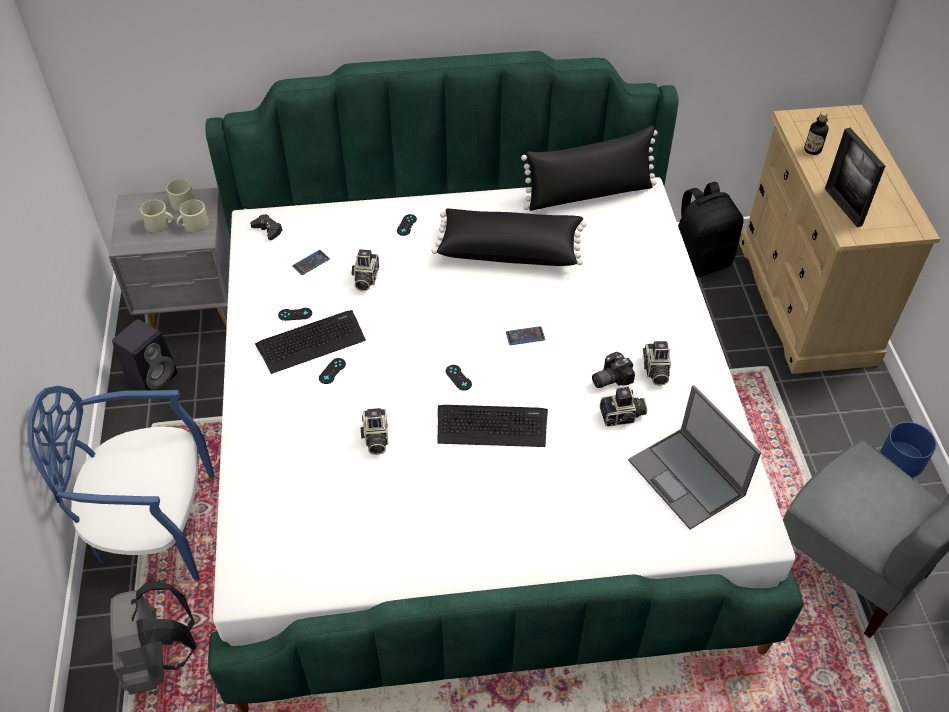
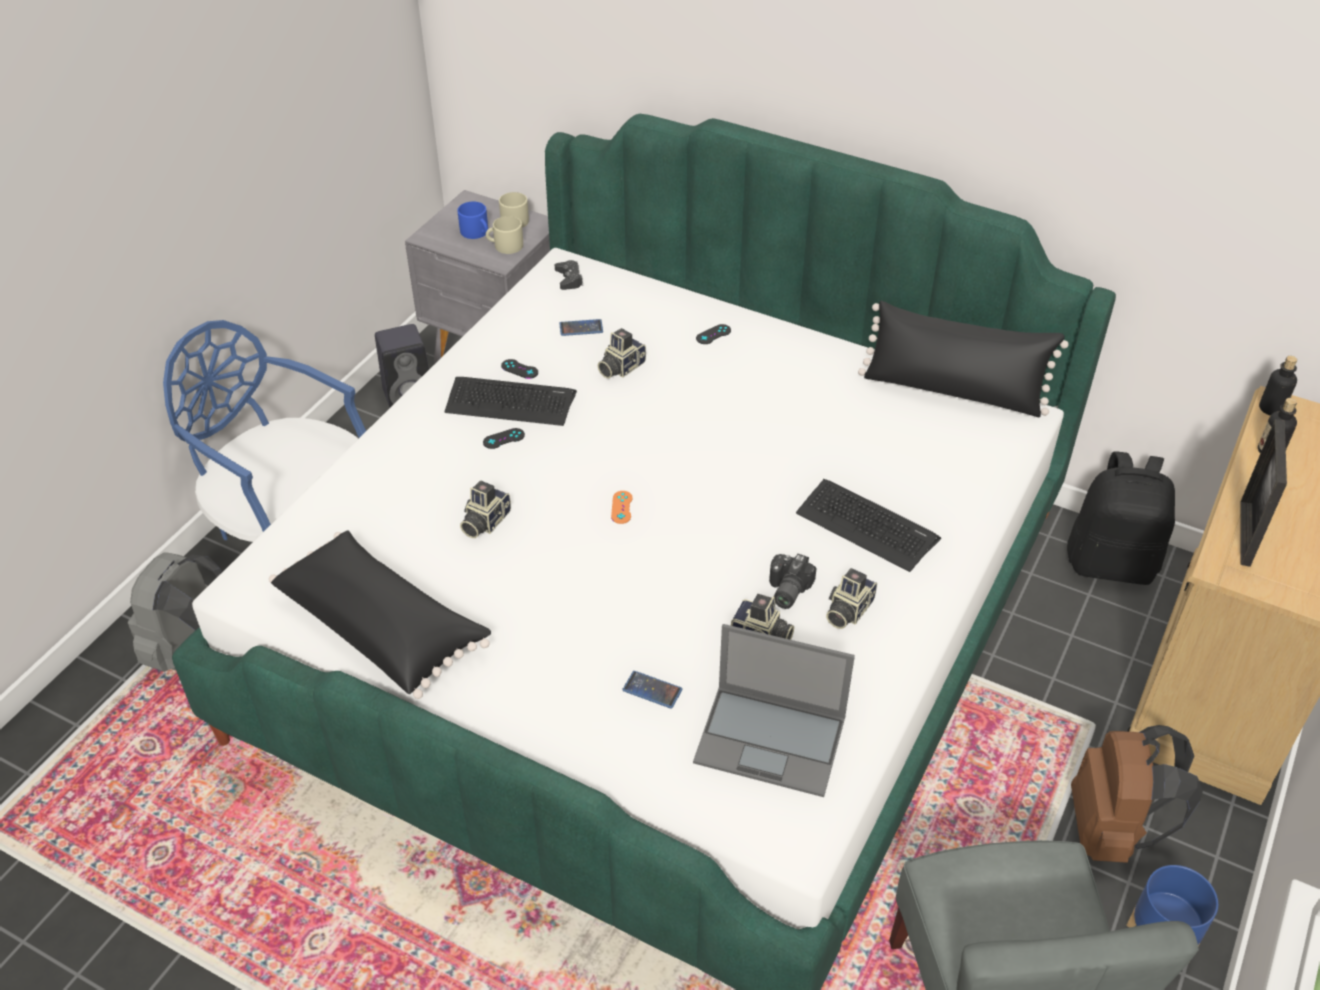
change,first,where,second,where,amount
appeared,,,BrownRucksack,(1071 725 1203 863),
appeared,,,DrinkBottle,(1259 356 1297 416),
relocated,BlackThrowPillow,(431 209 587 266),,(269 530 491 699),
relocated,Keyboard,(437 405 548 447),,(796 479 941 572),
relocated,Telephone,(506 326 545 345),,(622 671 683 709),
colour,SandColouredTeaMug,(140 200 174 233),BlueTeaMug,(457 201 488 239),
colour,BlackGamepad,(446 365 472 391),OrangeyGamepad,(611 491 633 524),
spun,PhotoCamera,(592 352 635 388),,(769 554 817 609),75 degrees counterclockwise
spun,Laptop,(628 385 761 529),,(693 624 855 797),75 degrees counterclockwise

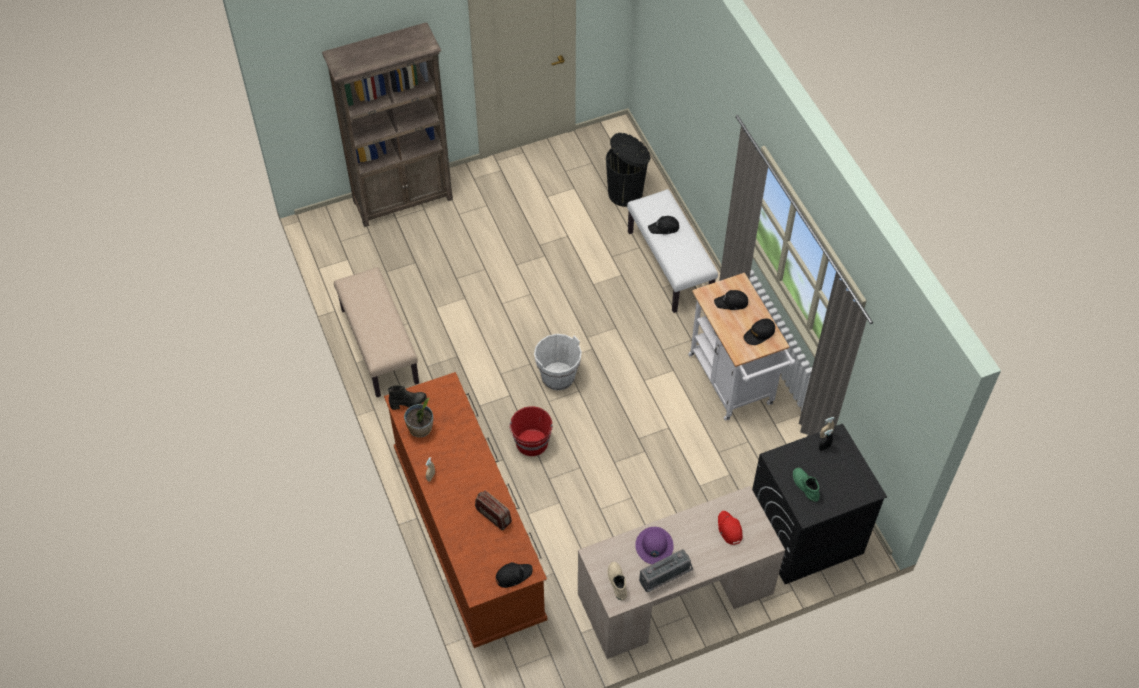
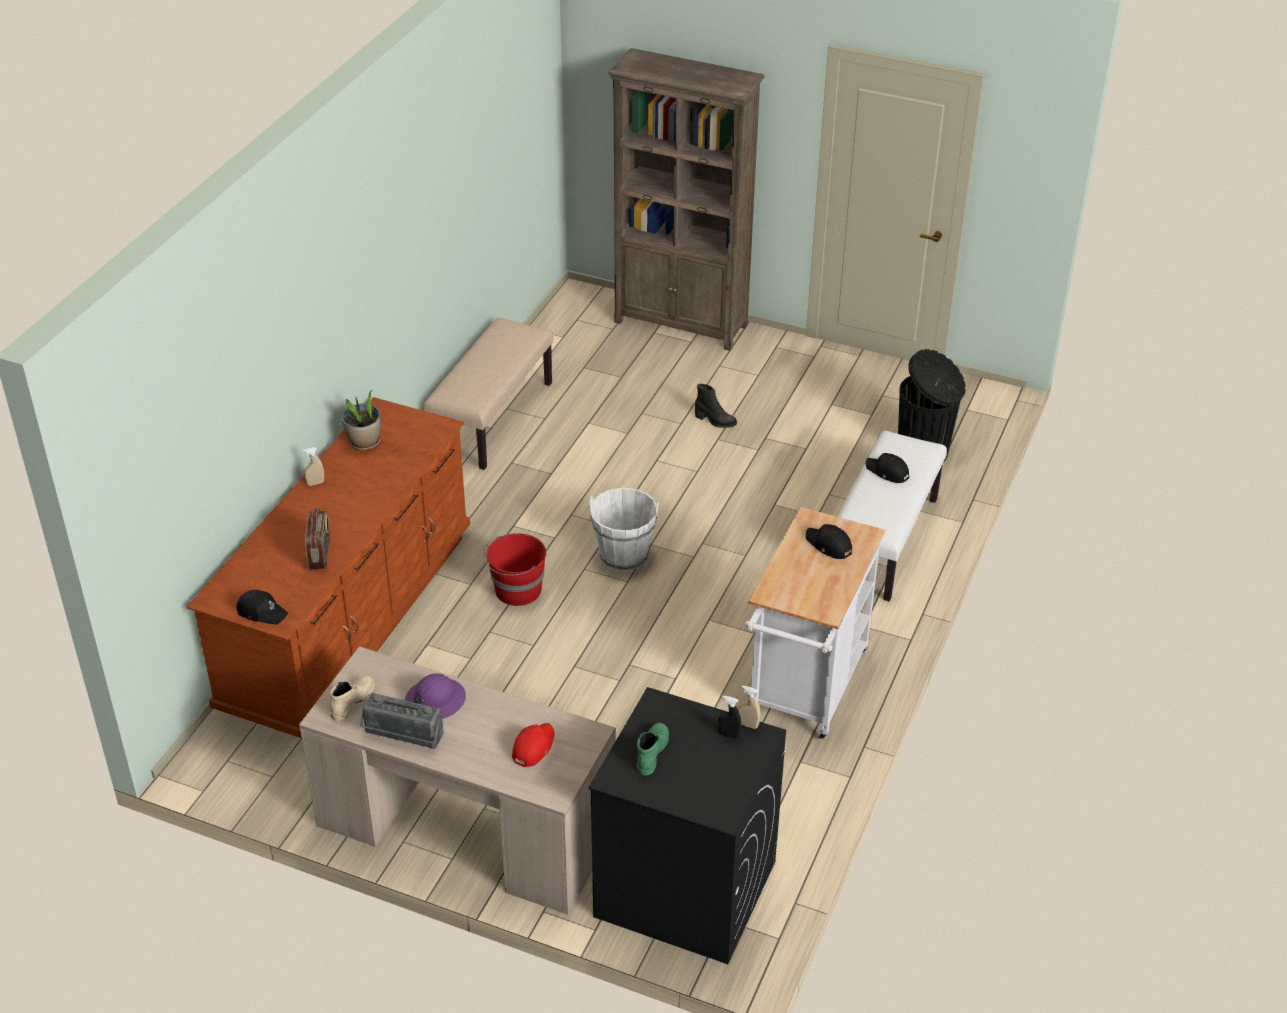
change,first,where,second,where,amount
missing,BlackCap,(743 318 775 345),,,
relocated,BlackTallBoot,(388 385 427 410),,(695 384 737 428),

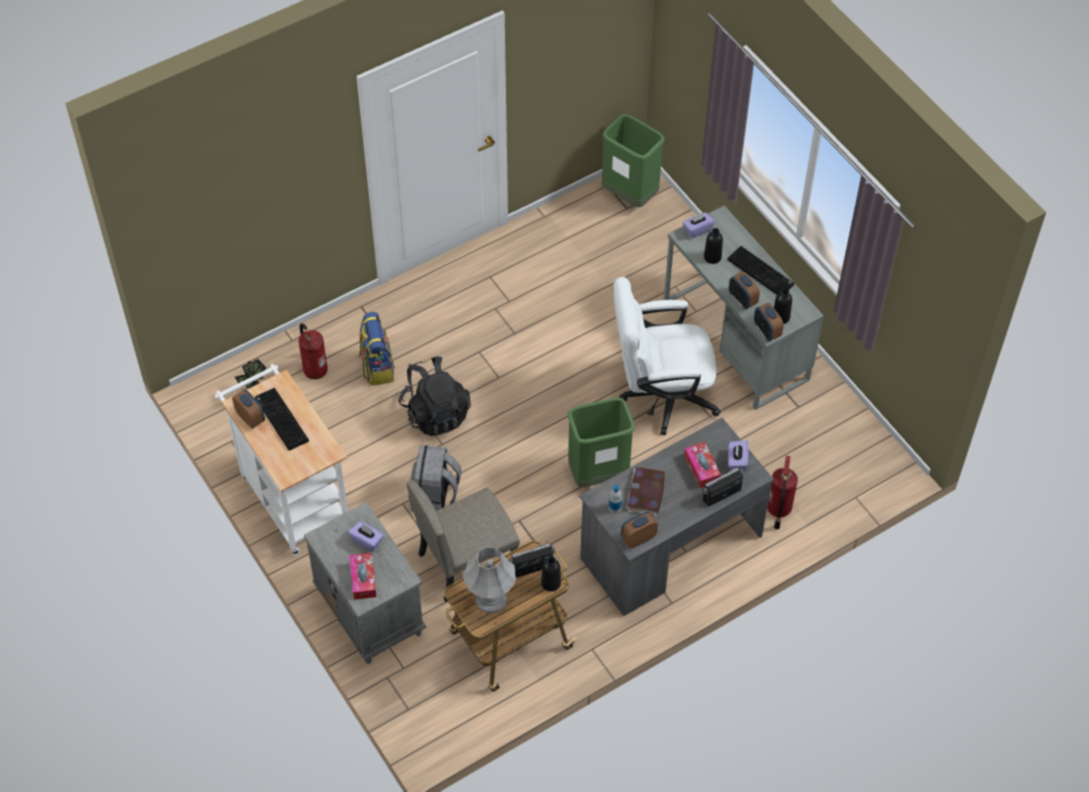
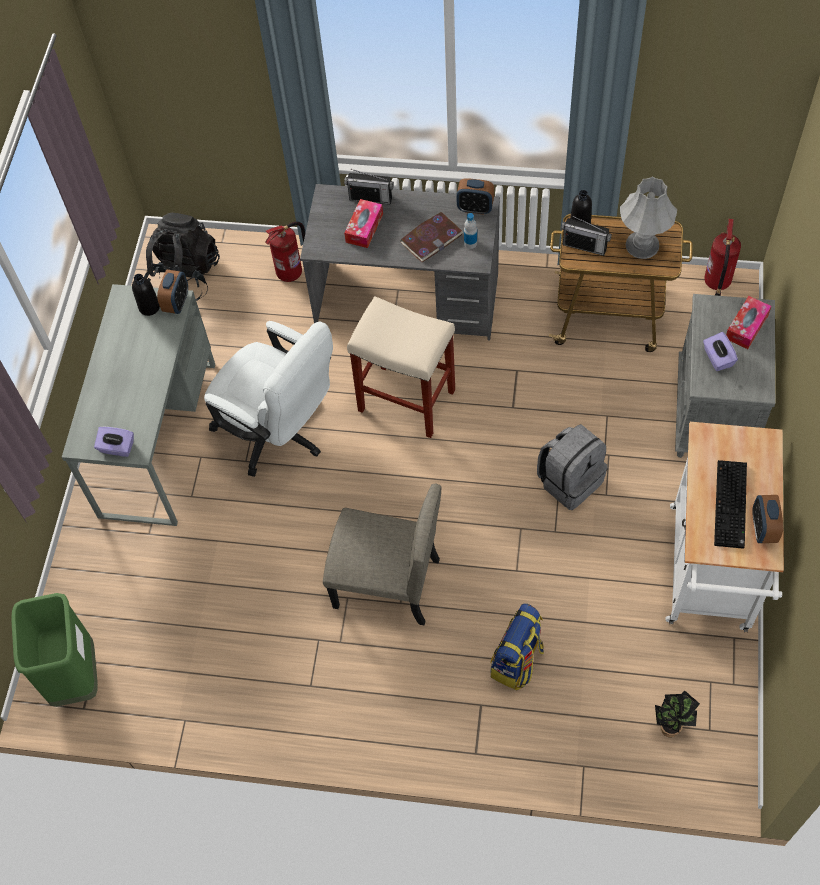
change,first,where,second,where,amount
missing,BlackDrinkBottle,(704 228 723 264),,,
missing,Keyboard,(727 246 794 295),,,
missing,PurpleColouredBoxOfTissues,(728 440 749 471),,,
missing,TableClock,(729 271 760 309),,,
relocated,FireFightingCylinder,(299 323 328 379),,(704 219 741 296),
relocated,BlackRucksack,(398 357 471 436),,(144 213 220 301),
relocated,SandColouredPlainChair,(407 480 520 602),,(323 484 441 625),
exchanged,GreenColouredWasteBin,(567 398 635 487),SandColouredSittingStool,(347 296 455 438),

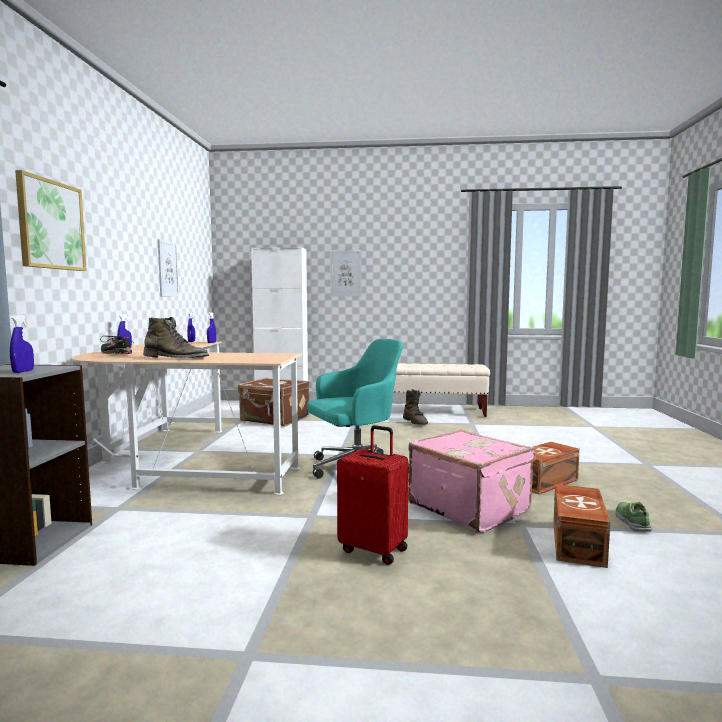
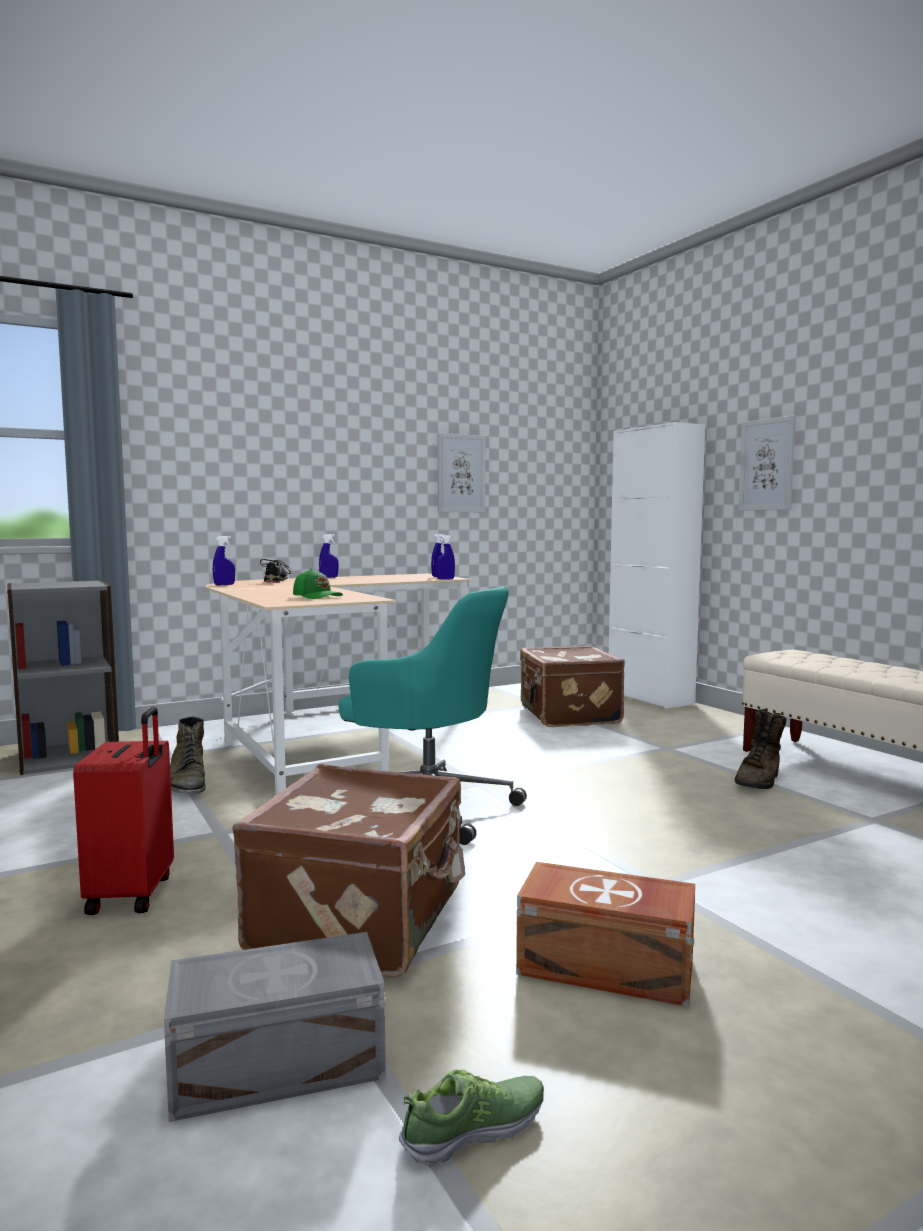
change,first,where,second,where,amount
missing,WallPicture,(15 170 87 271),,,
appeared,,,GreenColouredCap,(293 568 343 599),
relocated,BlueHandSprayer,(10 315 34 373),,(213 536 235 585),
relocated,GreenColouredTallBoot,(143 317 209 358),,(170 717 206 794),
colour,PinkSuitcase,(408 430 535 533),BrownSuitcase,(232 764 465 978),
colour,BrownStorageBox,(553 484 610 568),GreyStorageBox,(164 932 386 1122),

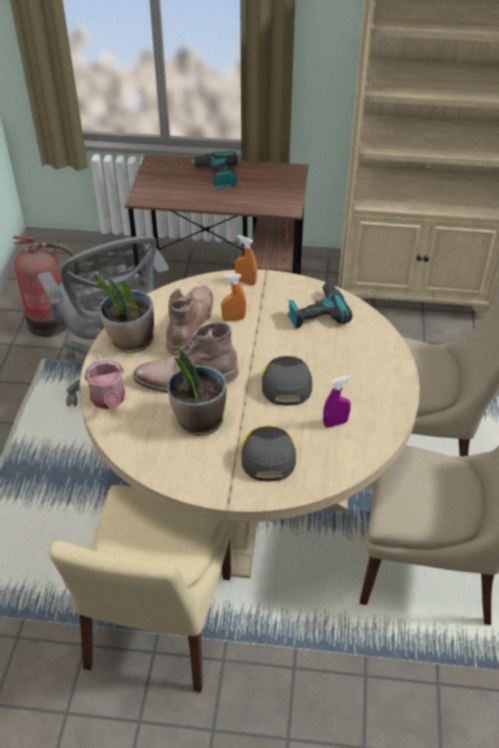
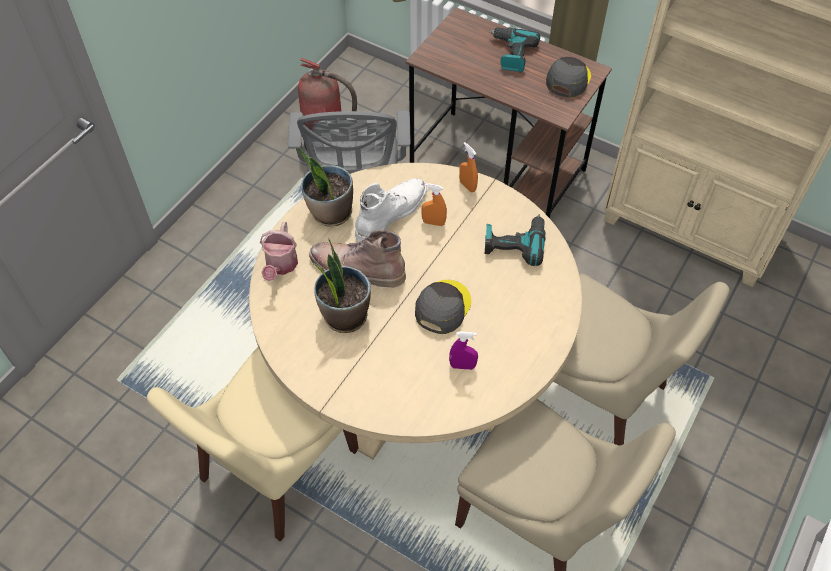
change,first,where,second,where,amount
relocated,GreyCap,(242 426 296 481),,(546 57 591 98),
colour,BrownTallBoot,(166 286 213 355),WhitishTallBoot,(355 178 427 242),

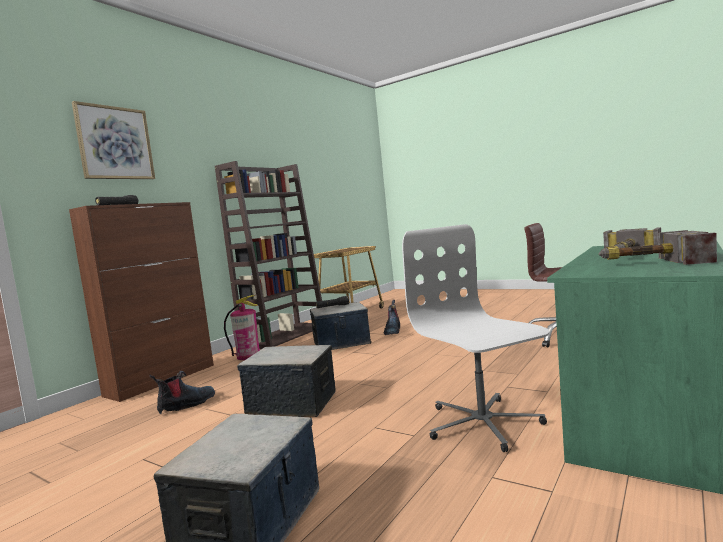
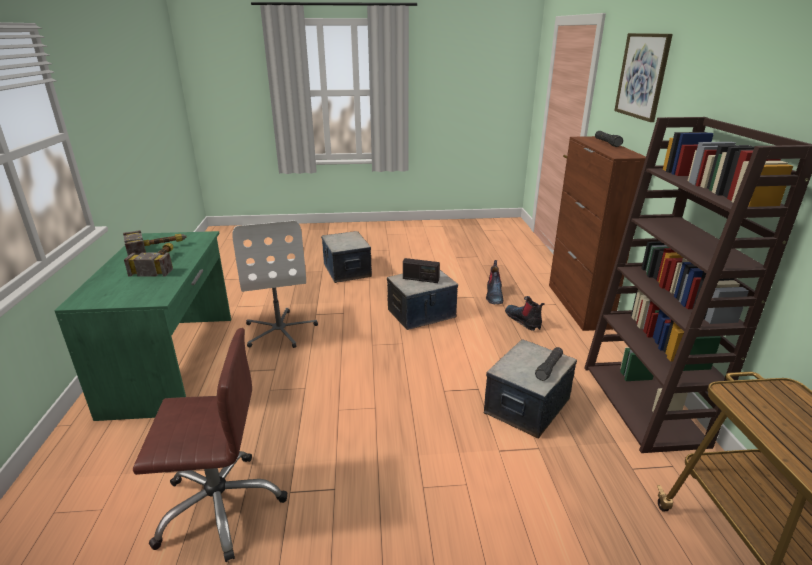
change,first,where,second,where,amount
missing,FireFightingCylinder,(224 295 260 360),,,
appeared,,,RadioReceiver,(403 258 440 283),
relocated,TallBoot,(384 300 400 335),,(505 296 545 331),
spun,WhitishDeskChair,(402 224 549 452),,(232 220 318 348),45 degrees clockwise

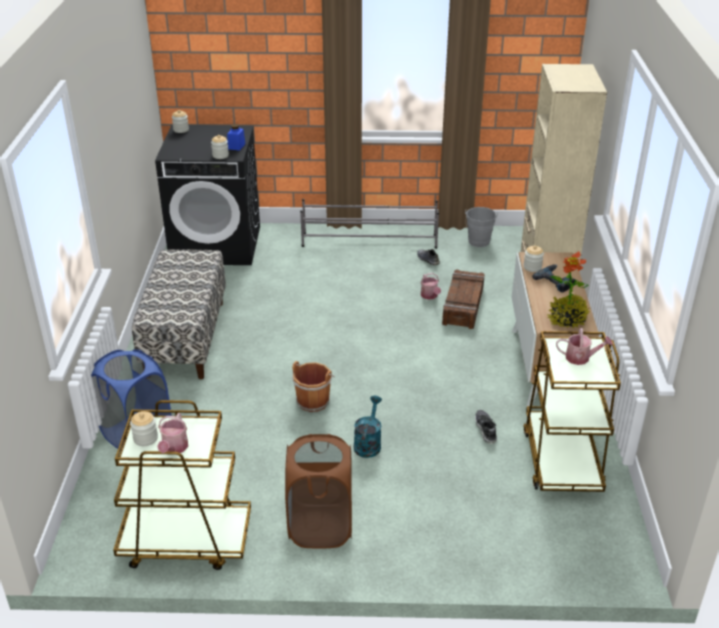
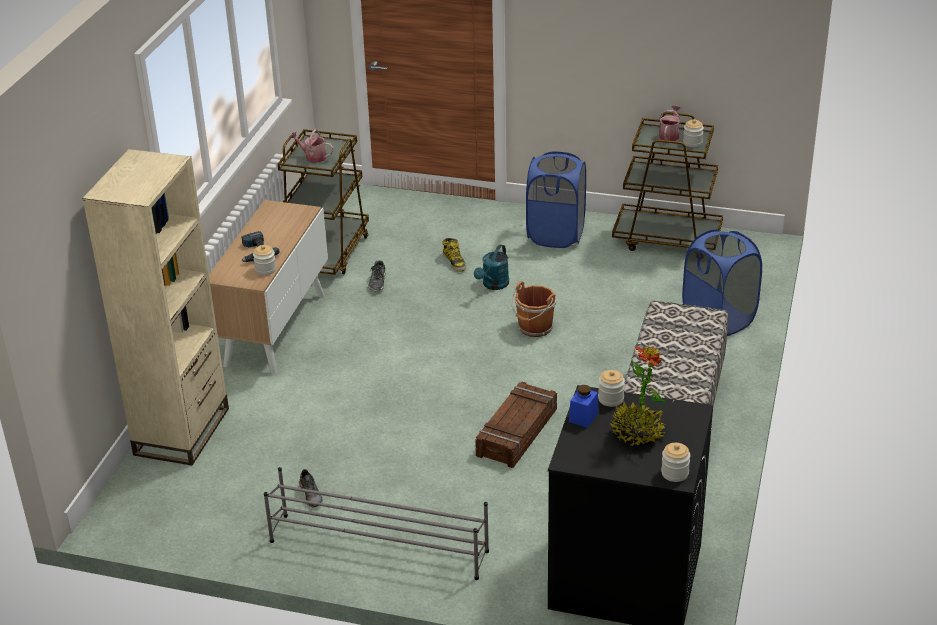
change,first,where,second,where,amount
missing,SprinklingCan,(421 273 441 300),,,
missing,GreyPail,(465 207 498 247),,,
appeared,,,TallBoot,(442 238 466 272),
relocated,PackingCrate,(442 269 485 329),,(475 382 557 468),
relocated,PlantInAPot,(547 251 589 328),,(610 346 666 446),
colour,BrownHamper,(285 434 352 549),BlueHamper,(526 151 586 248),

